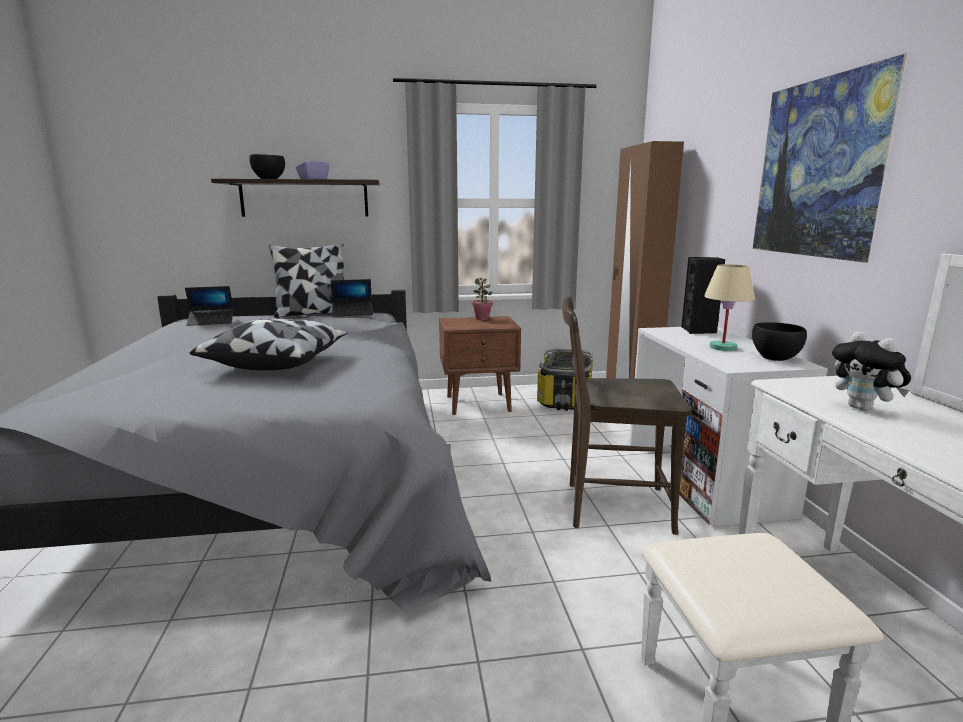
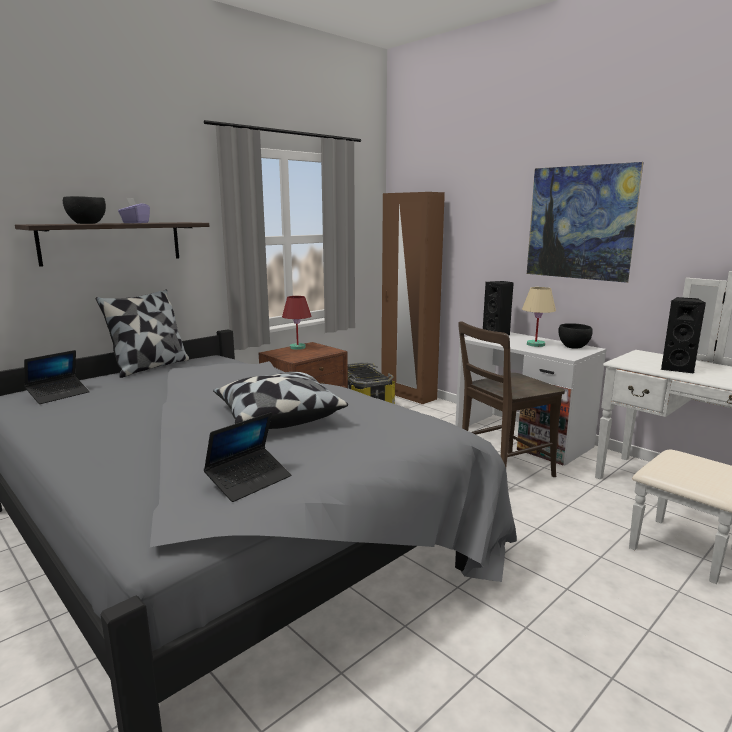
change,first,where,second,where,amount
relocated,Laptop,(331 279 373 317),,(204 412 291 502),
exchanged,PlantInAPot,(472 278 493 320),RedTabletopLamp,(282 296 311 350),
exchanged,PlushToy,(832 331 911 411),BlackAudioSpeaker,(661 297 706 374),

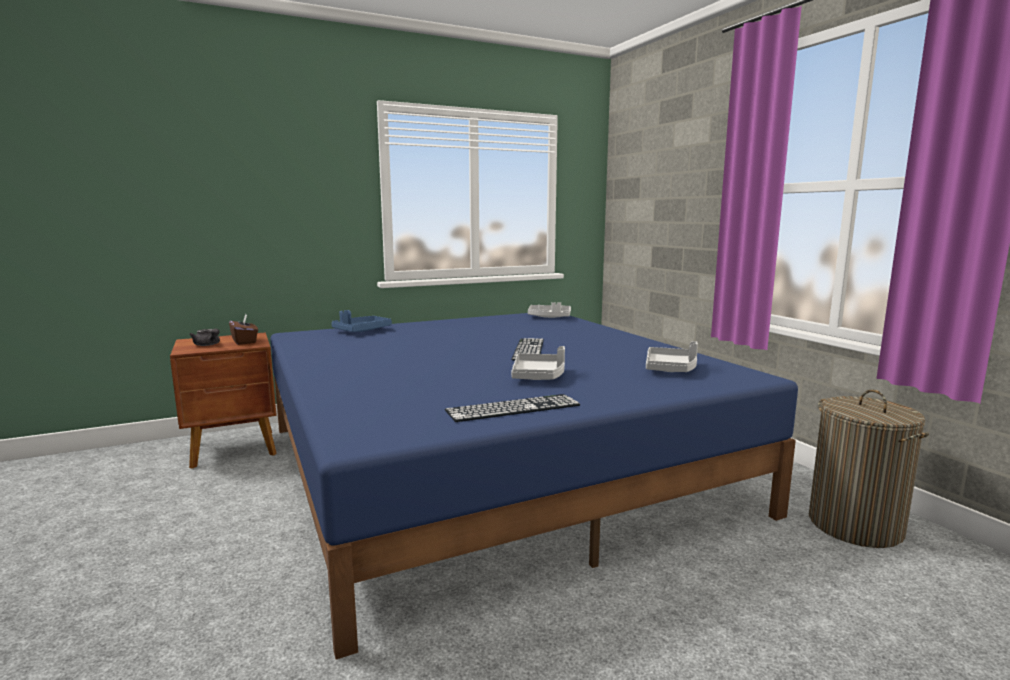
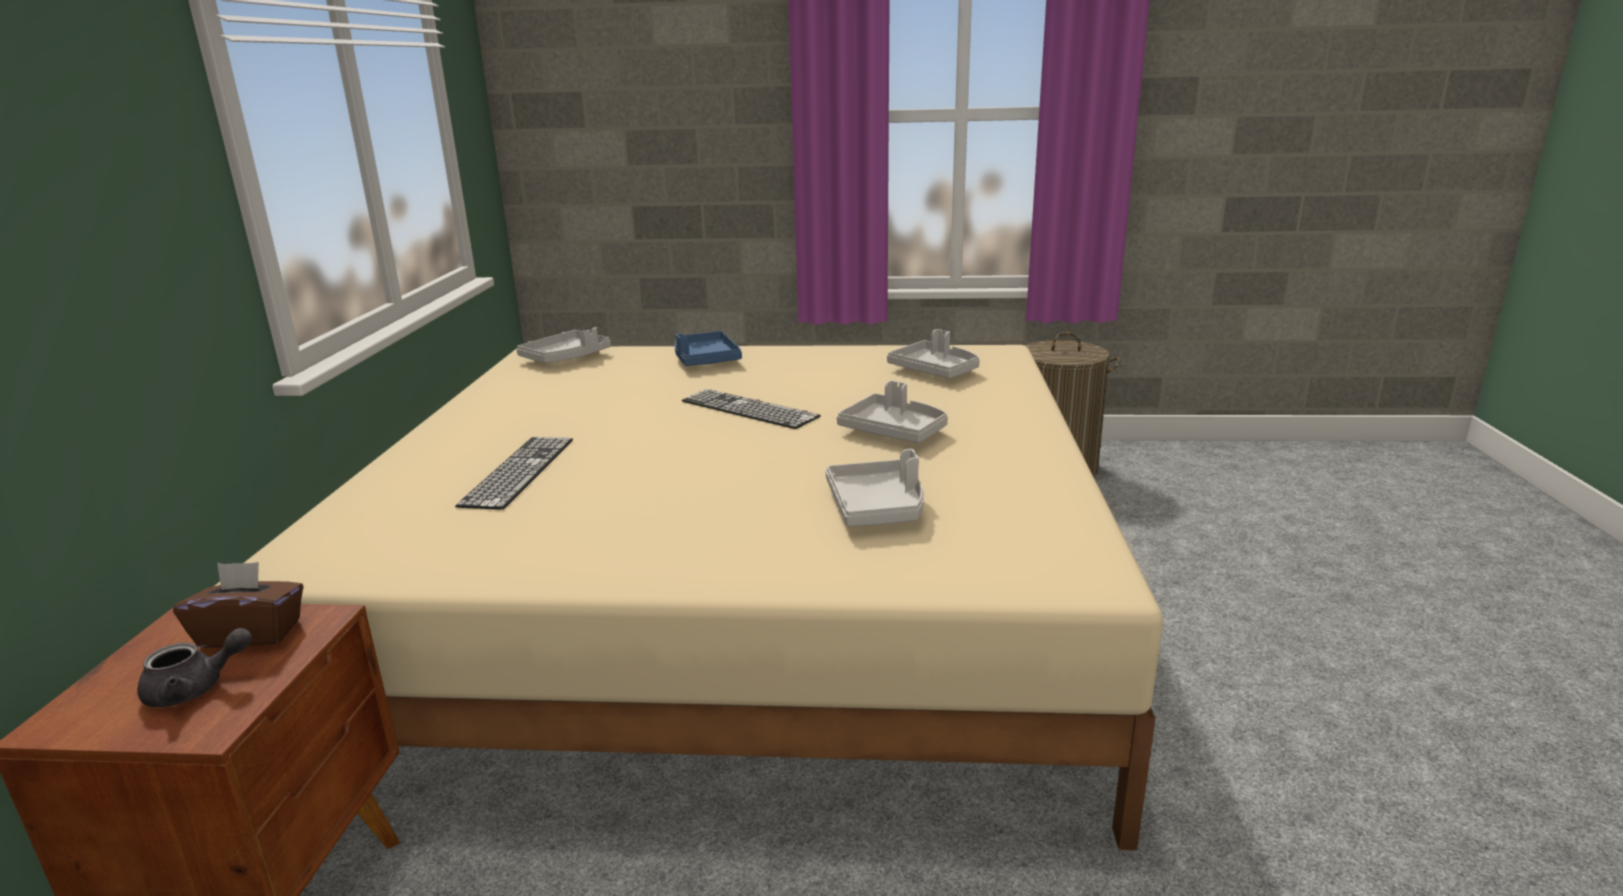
change,first,where,second,where,amount
appeared,,,GreyServingTray,(826 449 924 527),
relocated,BlueServingTray,(331 310 392 332),,(675 331 742 366),
relocated,Keyboard,(445 394 580 422),,(455 437 573 510),
colour,BlueSleepingBed,(270 313 798 659),SandColouredSleepingBed,(215 345 1163 851),

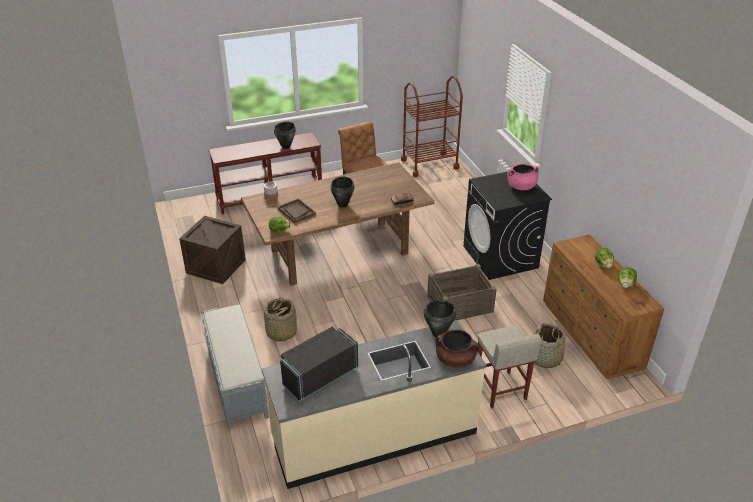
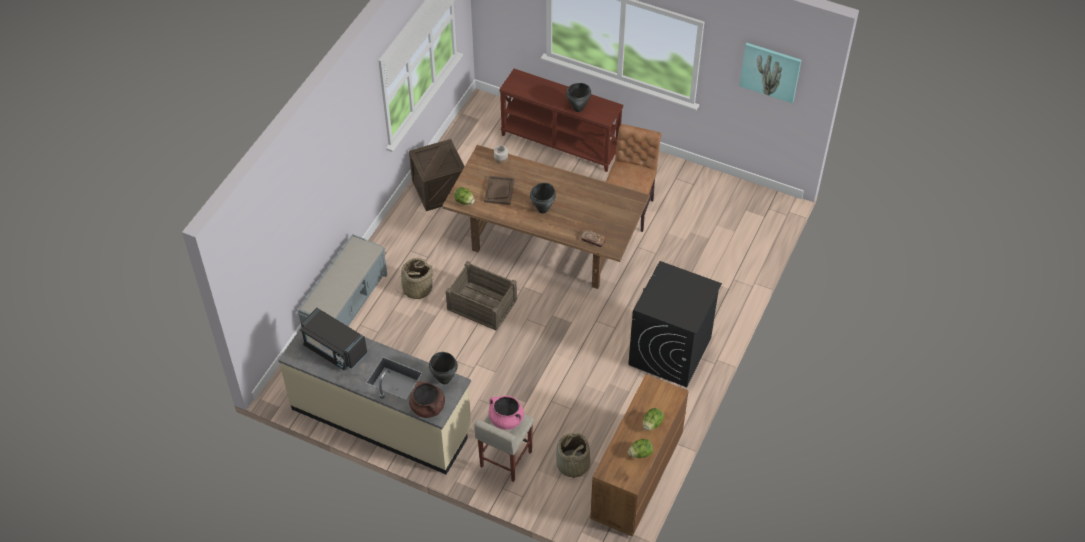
change,first,where,second,where,amount
missing,BrownCart,(401 76 463 177),,,
appeared,,,WallPicture,(739 43 801 103),
relocated,PackingCrate,(427 264 497 321),,(446 261 517 331),
relocated,PinkCookingPot,(507 164 539 190),,(489 396 524 430),
spun,BlackMicrowaveOven,(280 327 358 402),,(300 308 367 371),150 degrees counterclockwise

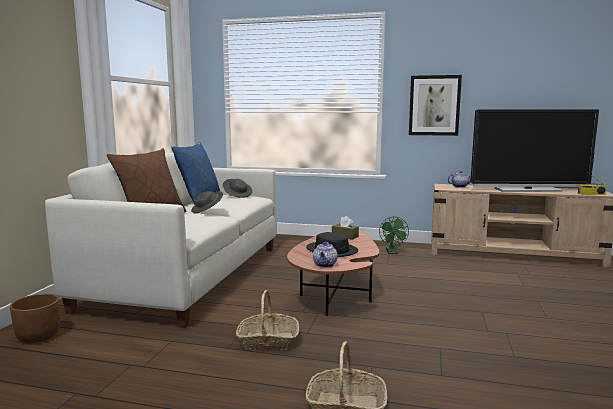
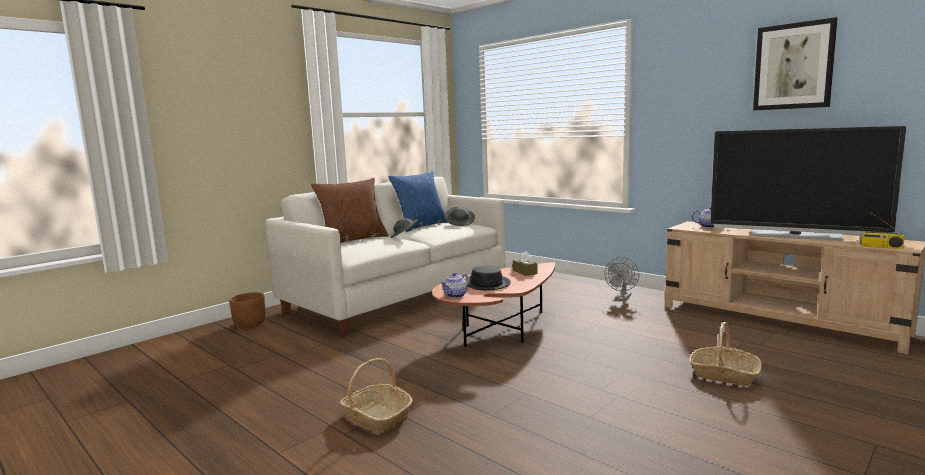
change,first,where,second,where,amount
relocated,StorageBasket,(236 290 299 350),,(689 322 762 386),
relocated,WallPicture,(409 75 462 136),,(753 17 838 110),
colour,GreenColouredElectricFan,(379 217 409 254),GreyElectricFan,(604 257 639 301),

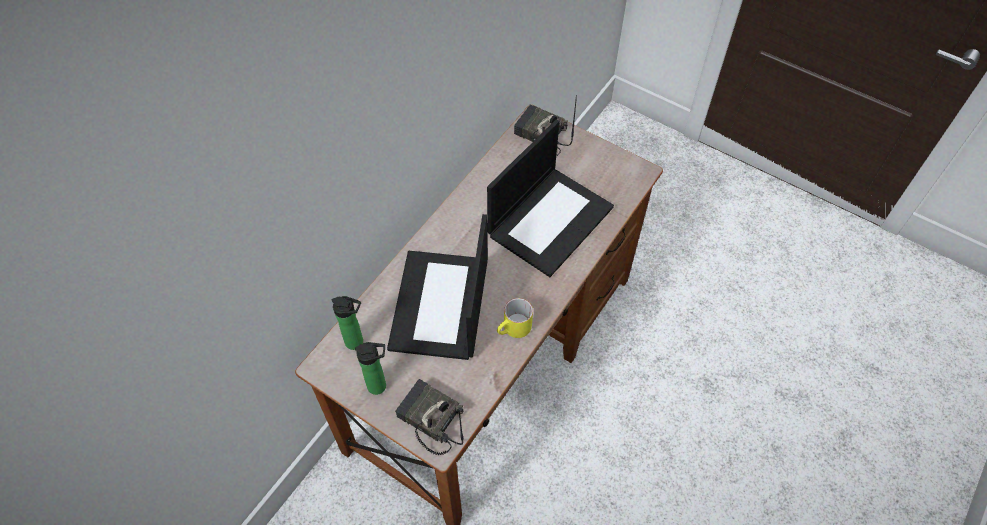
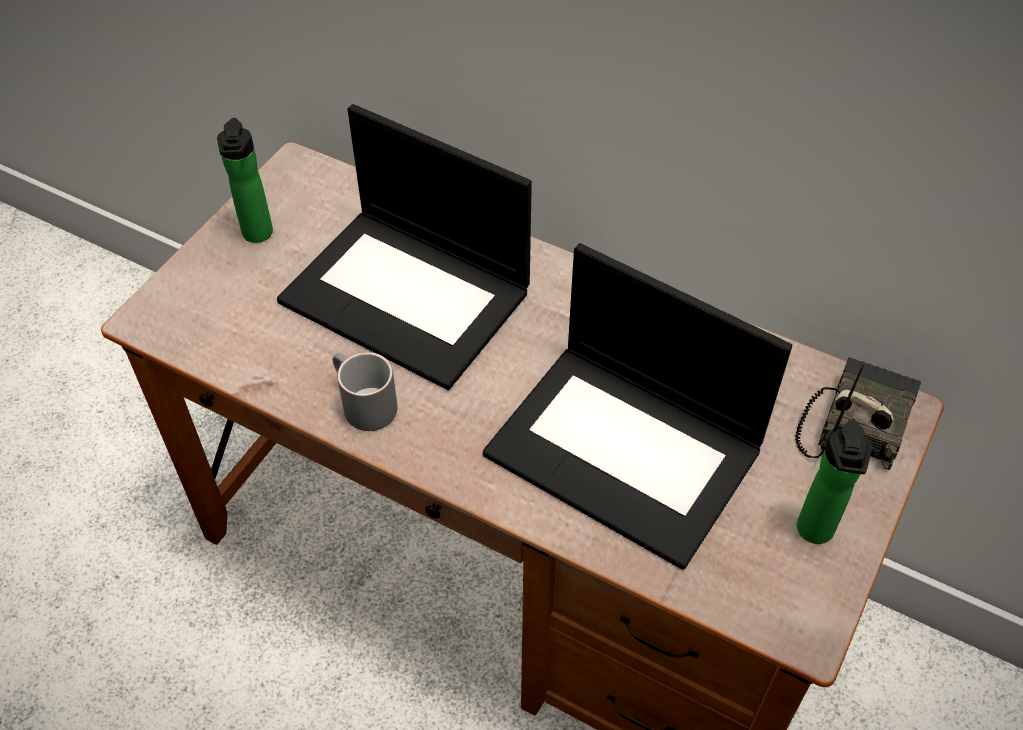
change,first,where,second,where,amount
missing,RadioReceiver,(396 379 464 455),,,
relocated,DrinkBottle,(332 296 363 350),,(797 419 872 544),
colour,YellowColouredTeaMug,(497 298 533 338),GreyTeaMug,(333 352 397 431),
spun,Laptop,(387 214 488 360),,(277 104 532 390),150 degrees counterclockwise

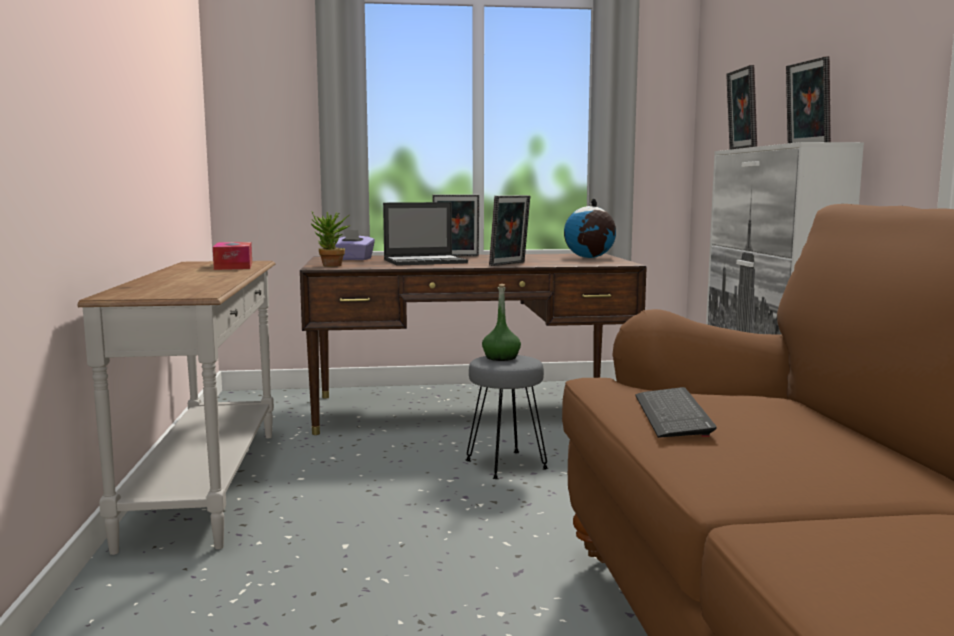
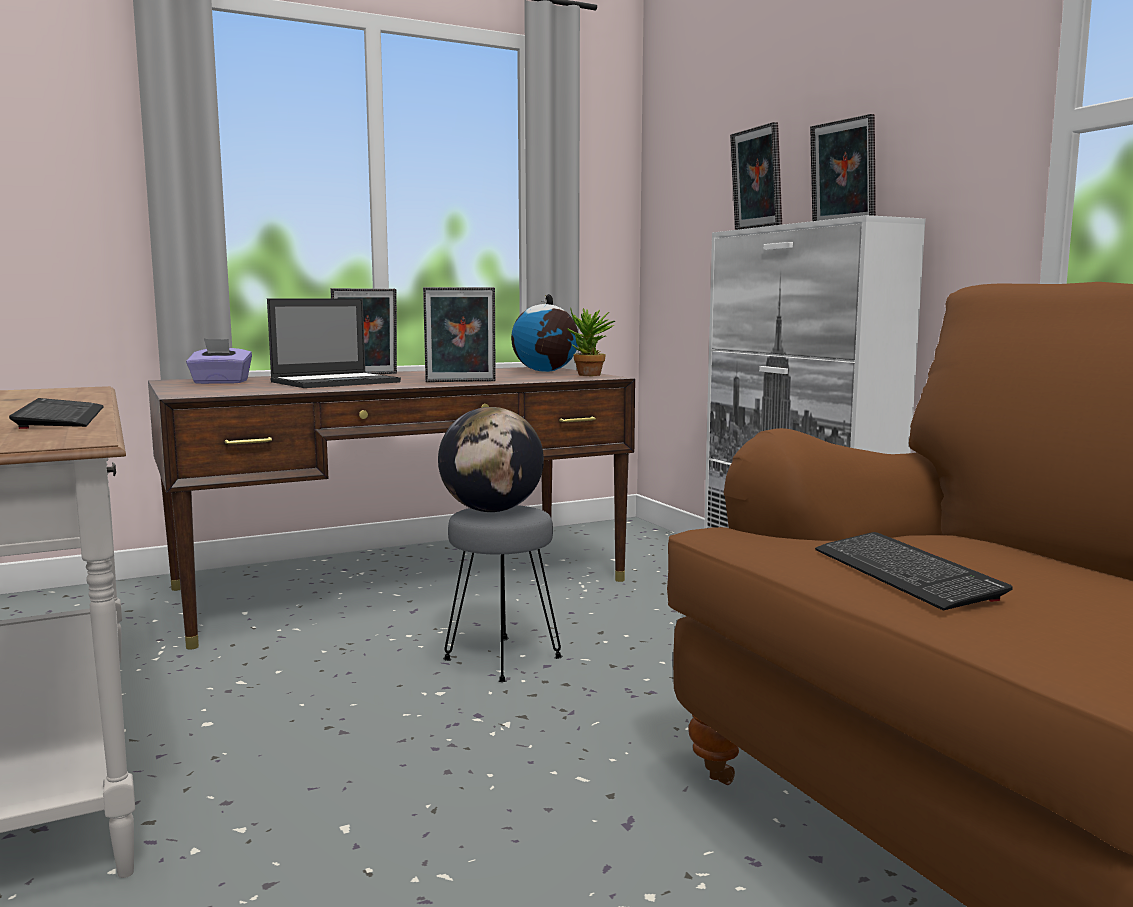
change,first,where,second,where,amount
missing,BoxOfTissues,(213 242 252 270),,,
appeared,,,Keyboard,(9 398 104 429),
relocated,PlantInAPot,(310 212 351 267),,(567 308 615 376),
exchanged,GreenColouredDrinkBottle,(482 284 521 361),Globe,(438 407 544 512),
spun,StandingFrame,(489 195 530 266),,(423 287 496 382),60 degrees clockwise

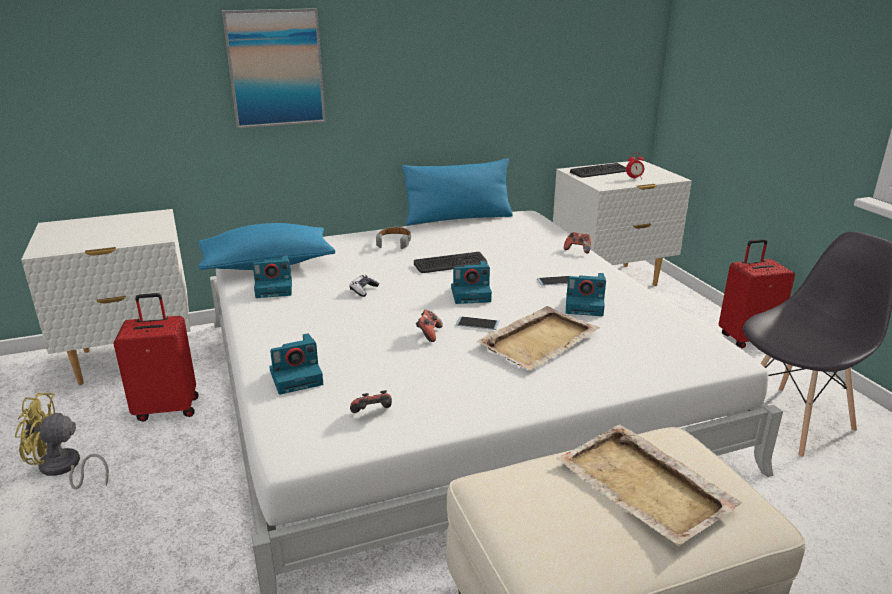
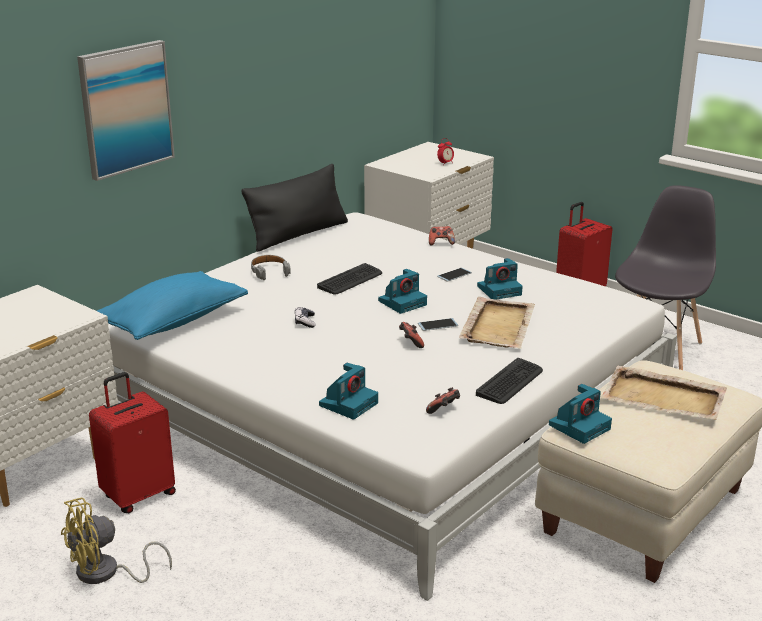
change,first,where,second,where,amount
relocated,PhotoCamera,(253 255 292 298),,(549 384 612 444),
relocated,Keyboard,(570 163 626 177),,(476 358 543 404),
colour,BlueThrowPillow,(402 158 513 225),BlackThrowPillow,(241 164 348 252),

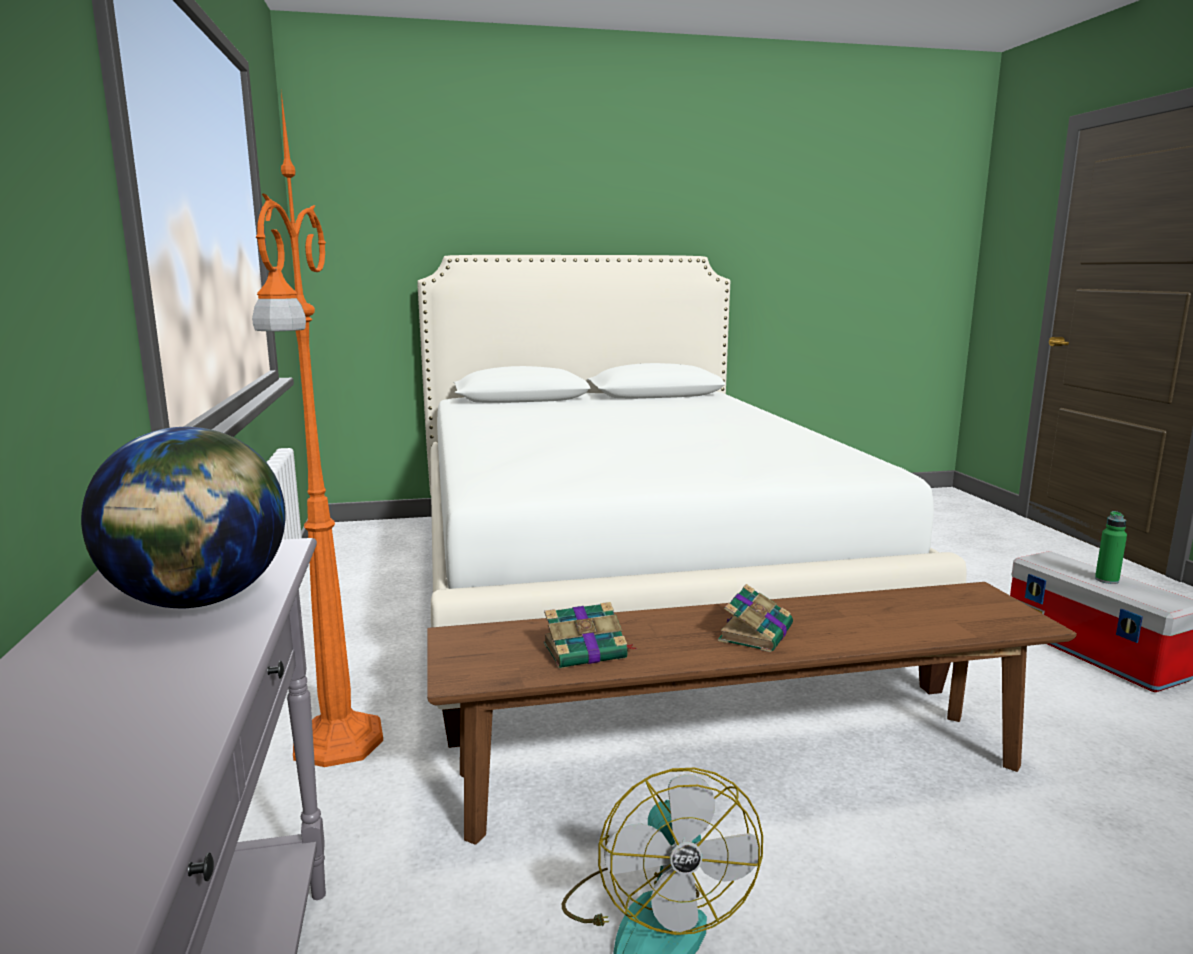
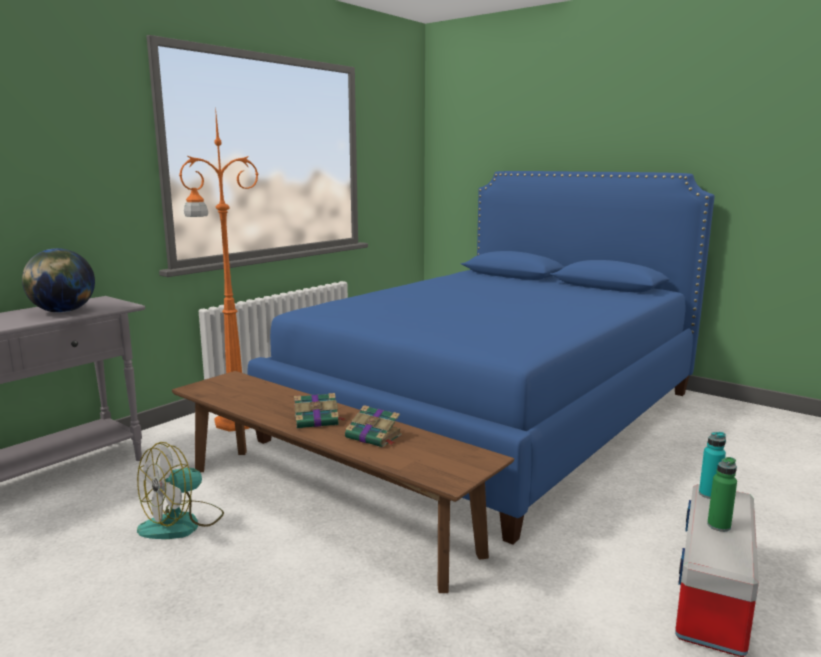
change,first,where,second,where,amount
appeared,,,TurquoiseColouredDrinkBottle,(699 432 726 499),
relocated,Volume,(544 602 637 668),,(345 405 402 448),
colour,WhitishSleepingBed,(417 255 966 748),BlueSleepingBed,(248 171 715 545),

